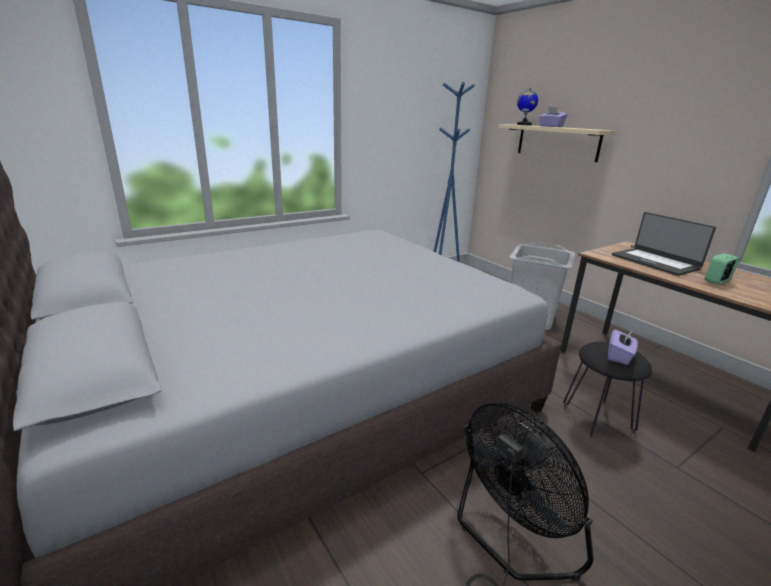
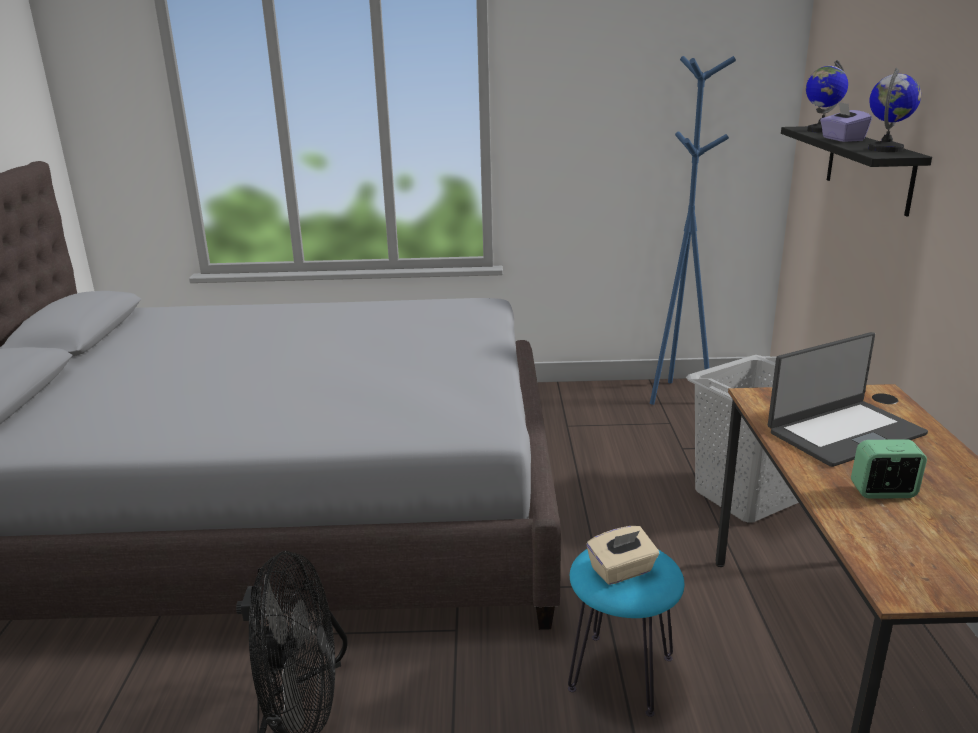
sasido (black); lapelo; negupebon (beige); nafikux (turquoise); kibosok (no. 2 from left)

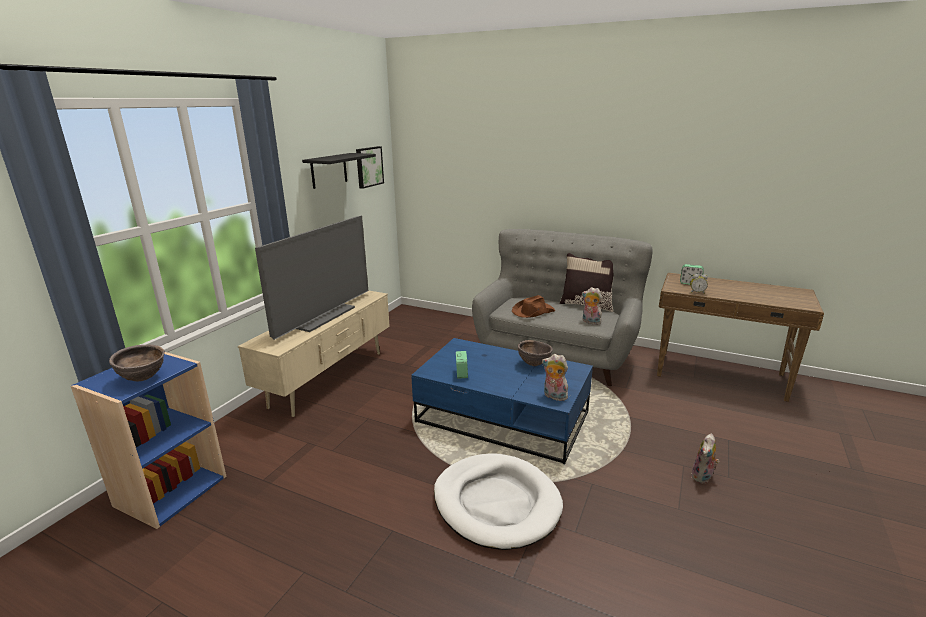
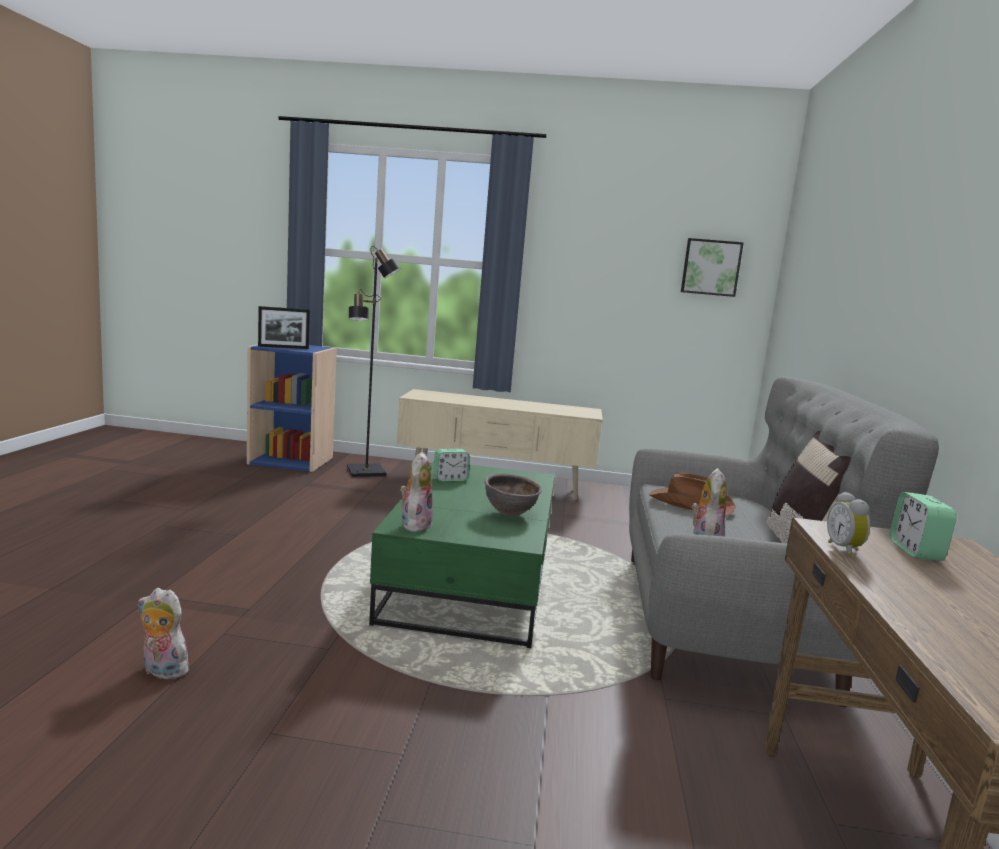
sasido (black); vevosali; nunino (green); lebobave; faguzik (no. 1 from left); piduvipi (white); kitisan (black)

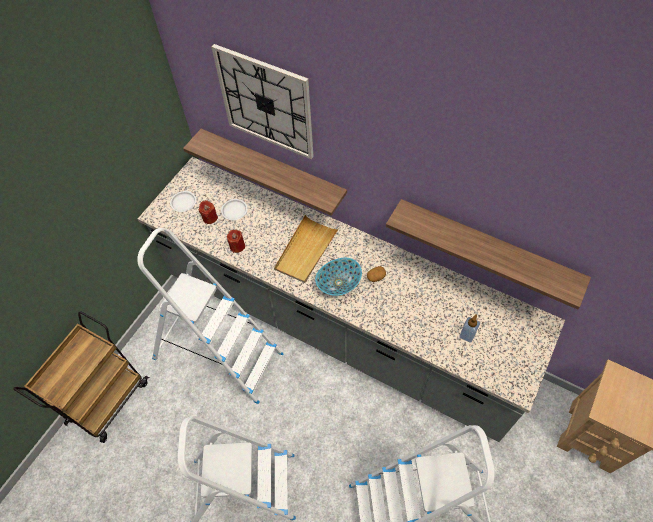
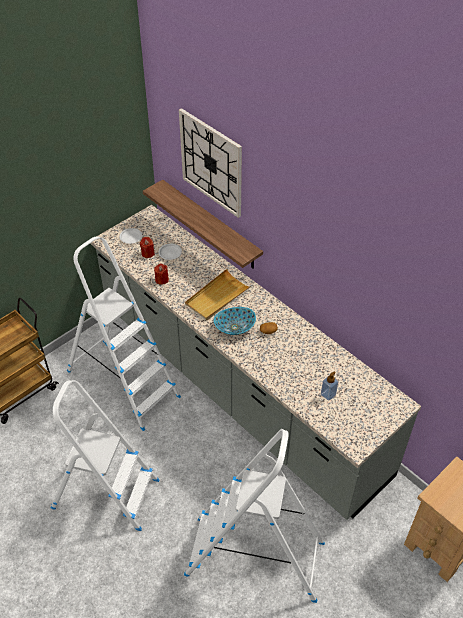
sasido (no. 2 from left in the first image)

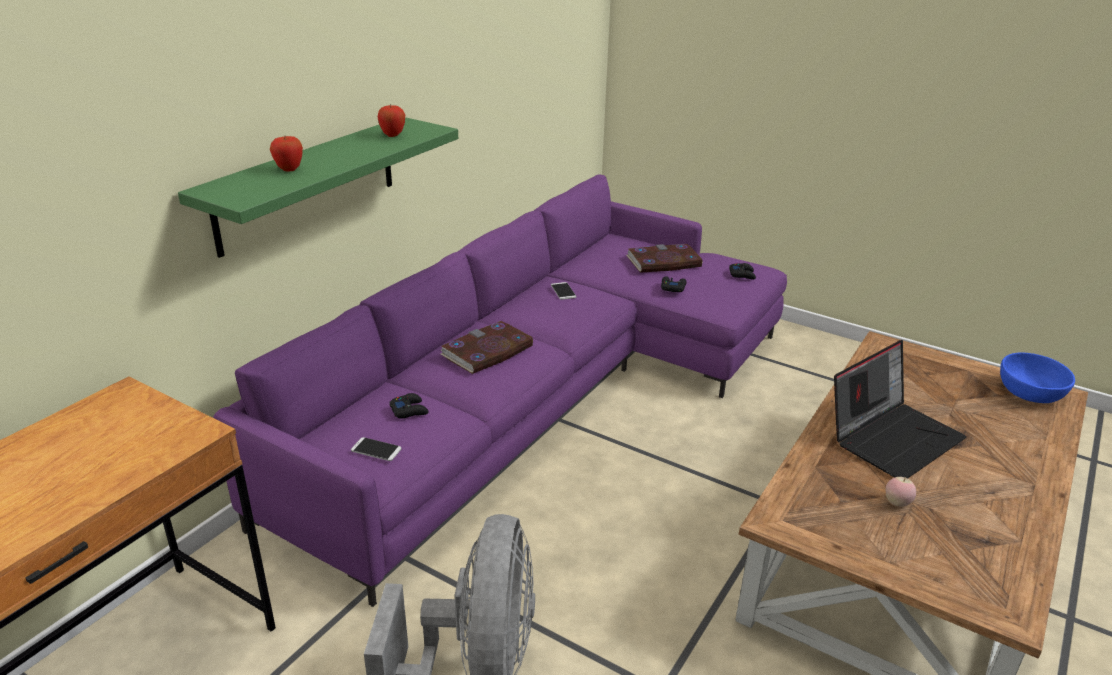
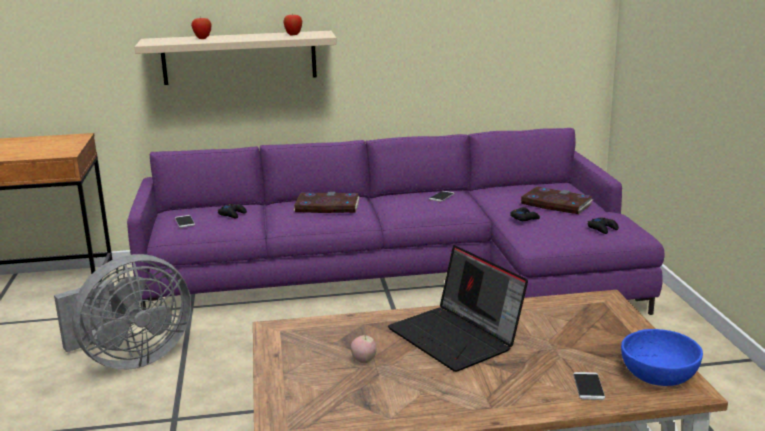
sasido (beige); lapelo; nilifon (no. 3 from left)

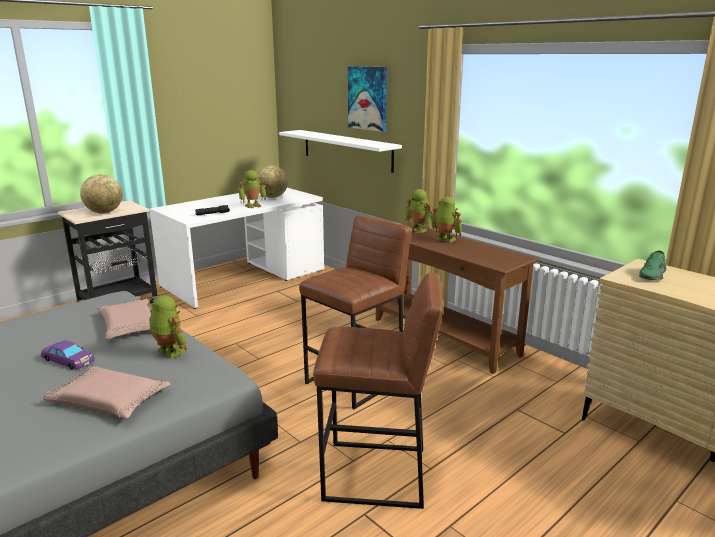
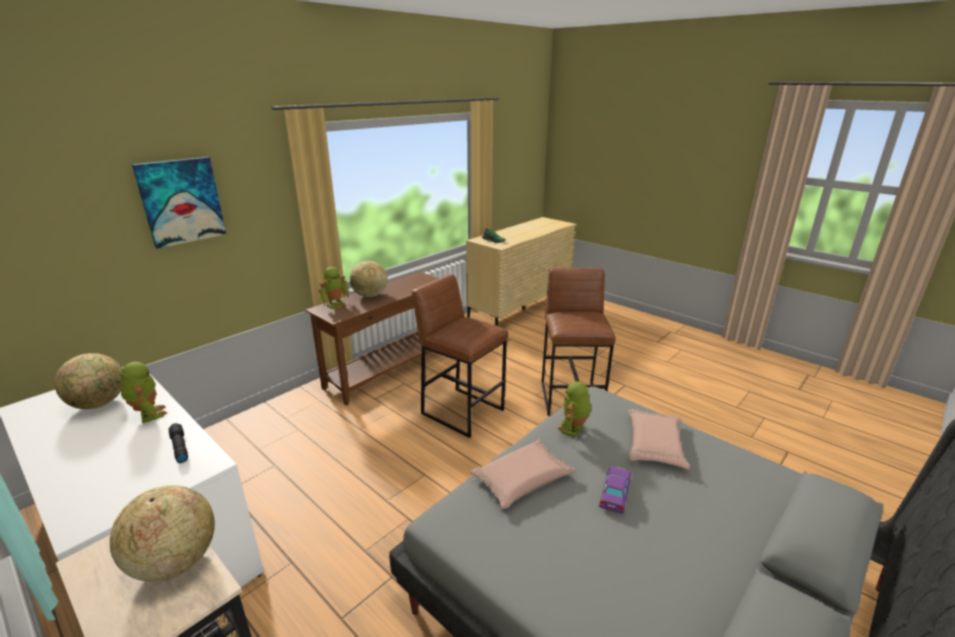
sasido (white); kibosok (no. 3 from left)

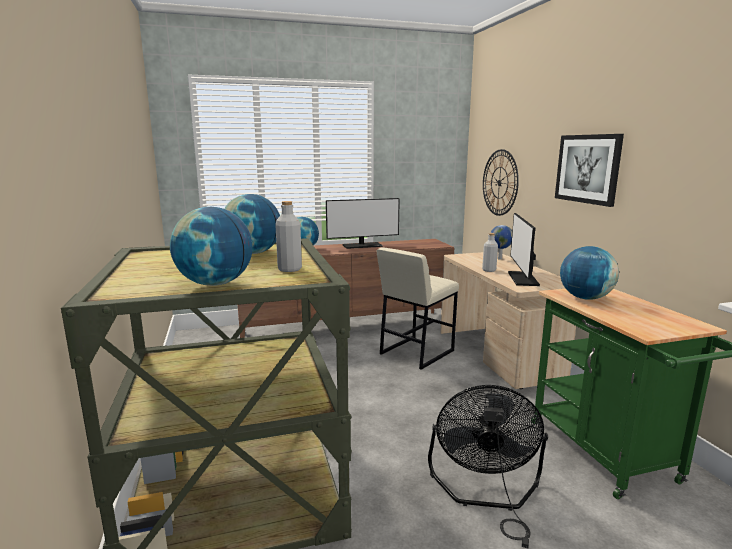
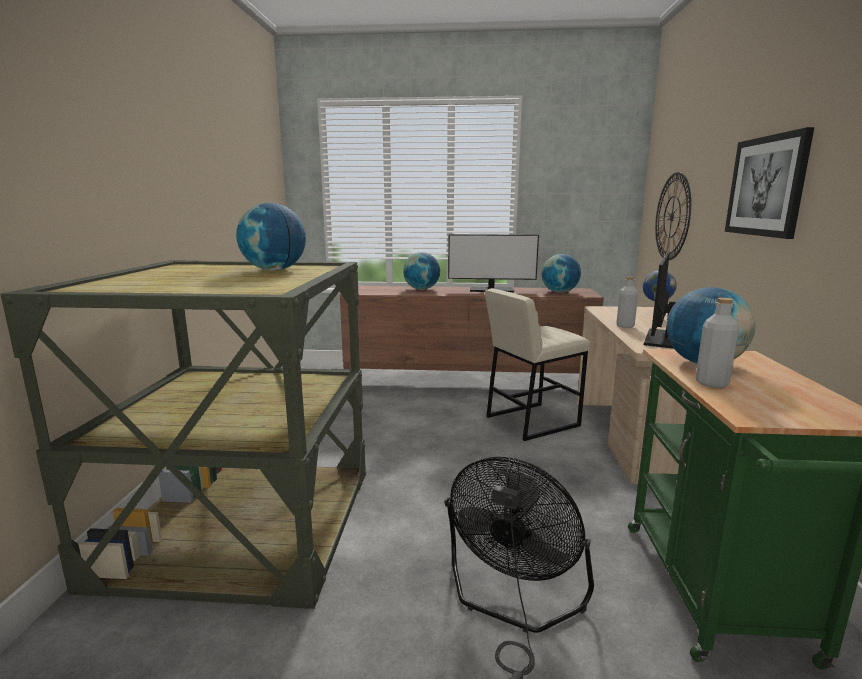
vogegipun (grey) (no. 2 from left); kibosok (no. 3 from left)

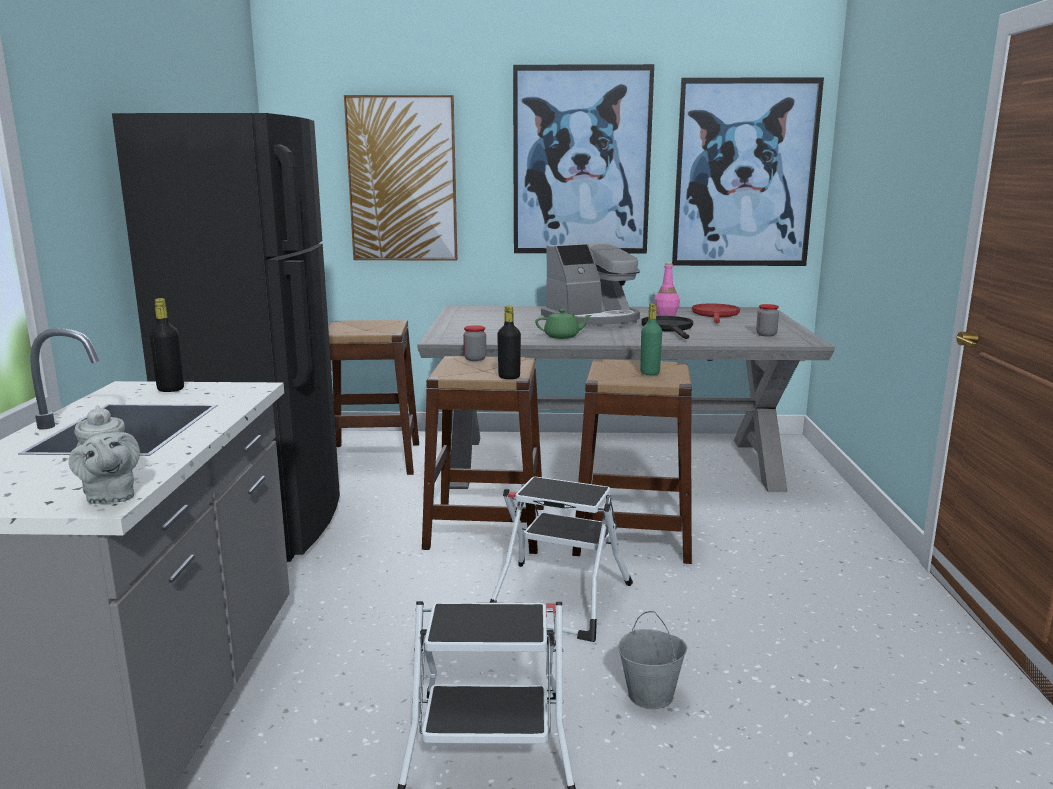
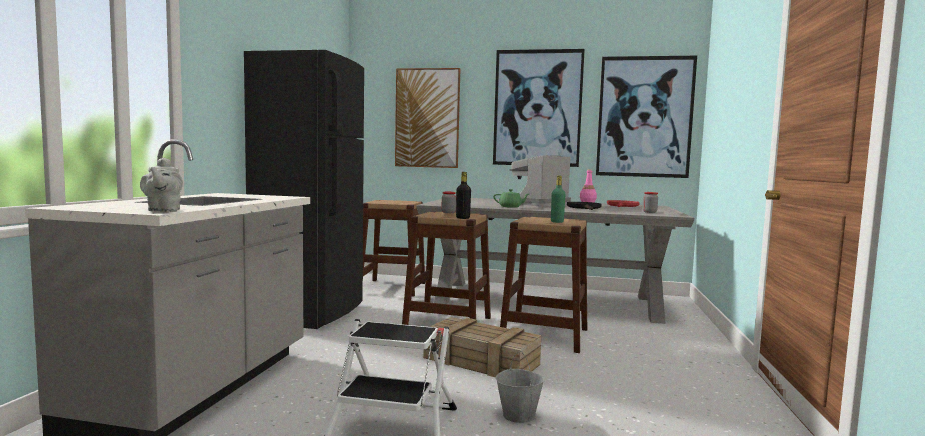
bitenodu; vogegipun (black) (no. 1 from left in the first image); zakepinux

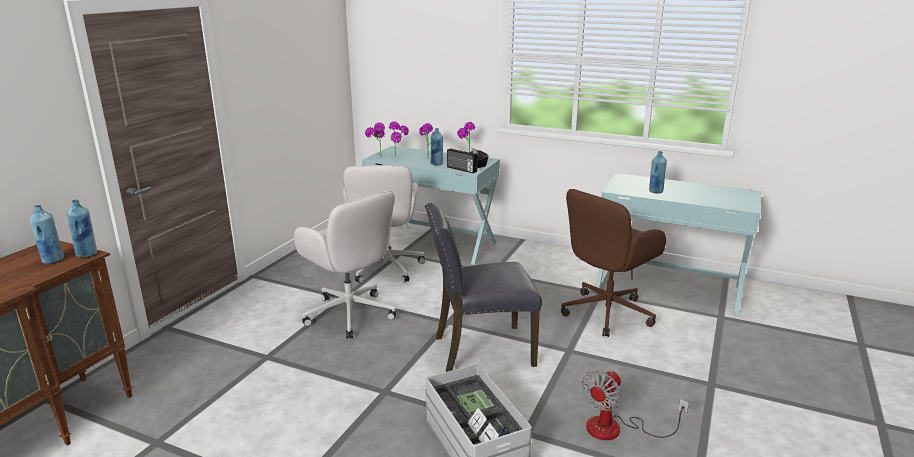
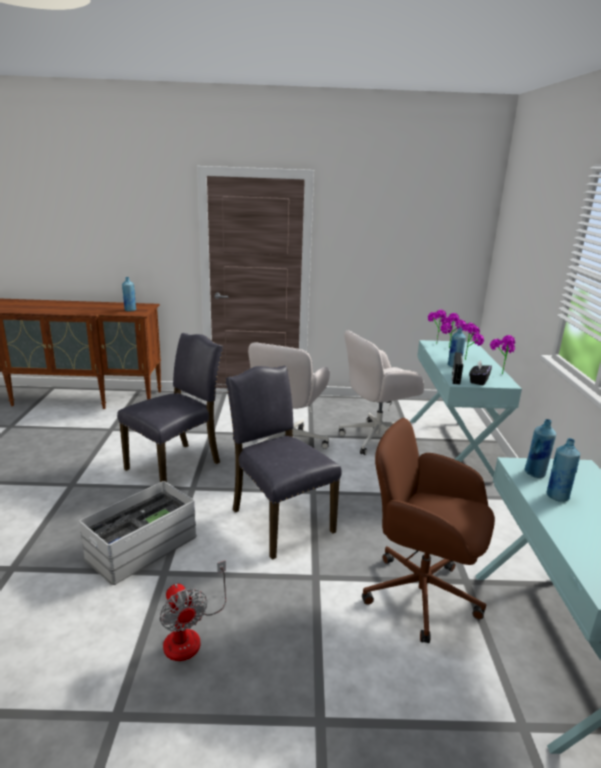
vogegipun (blue) (no. 3 from left); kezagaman; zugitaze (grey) (no. 1 from left)

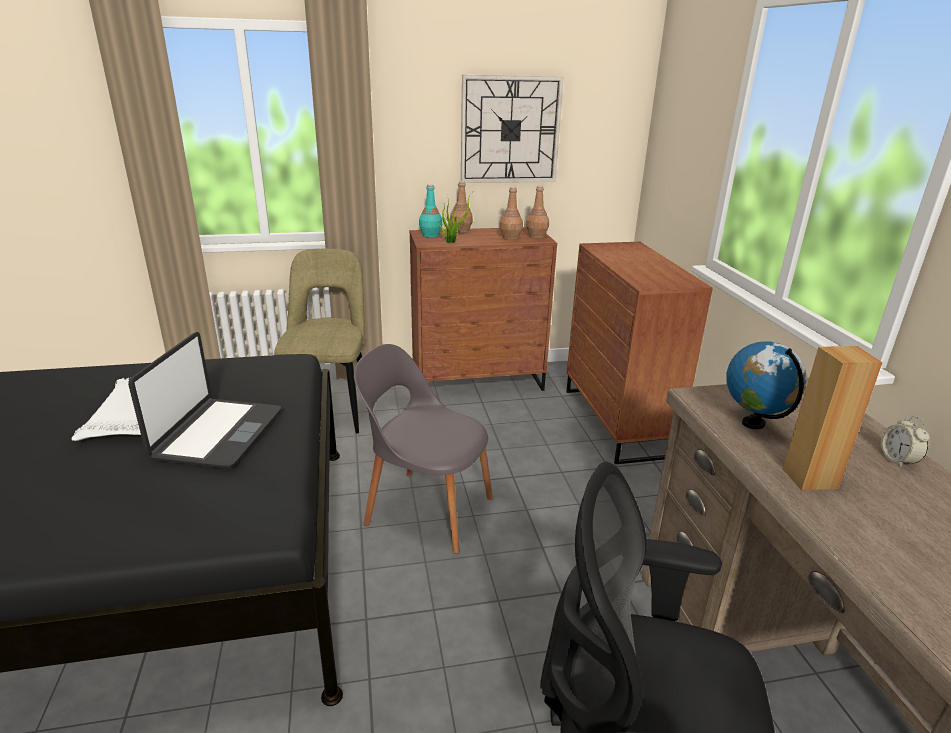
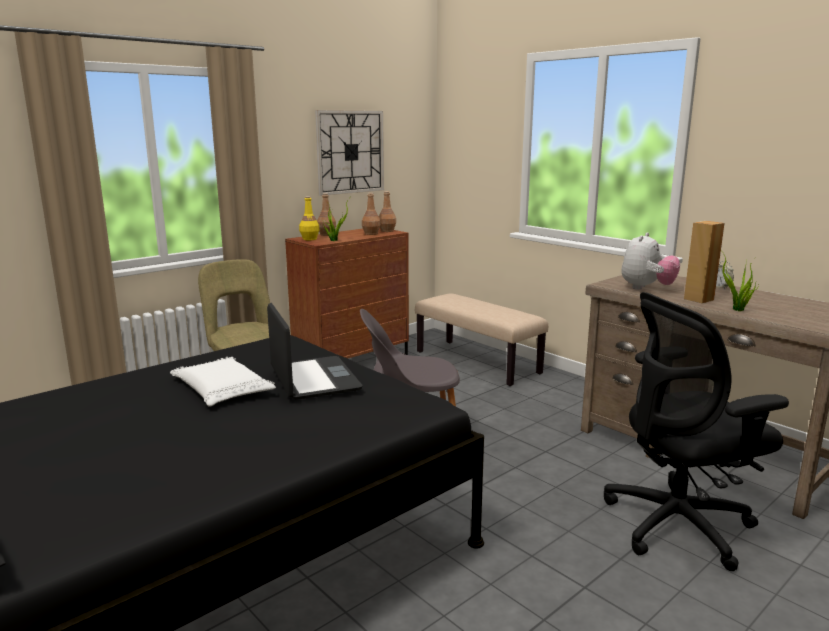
vogegipun (yellow); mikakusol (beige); faguzik; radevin (no. 2 from left)

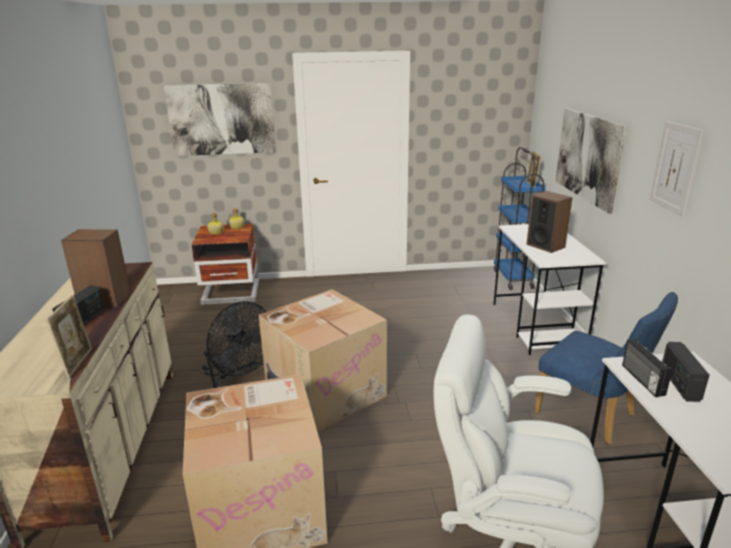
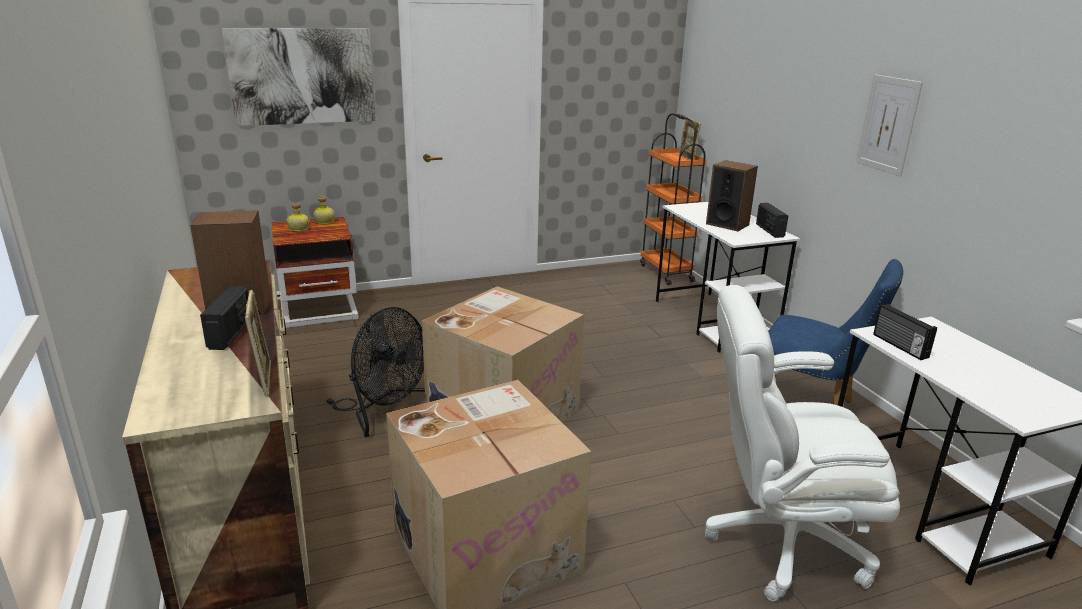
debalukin (no. 2 from left in the first image); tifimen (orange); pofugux (no. 2 from left)

